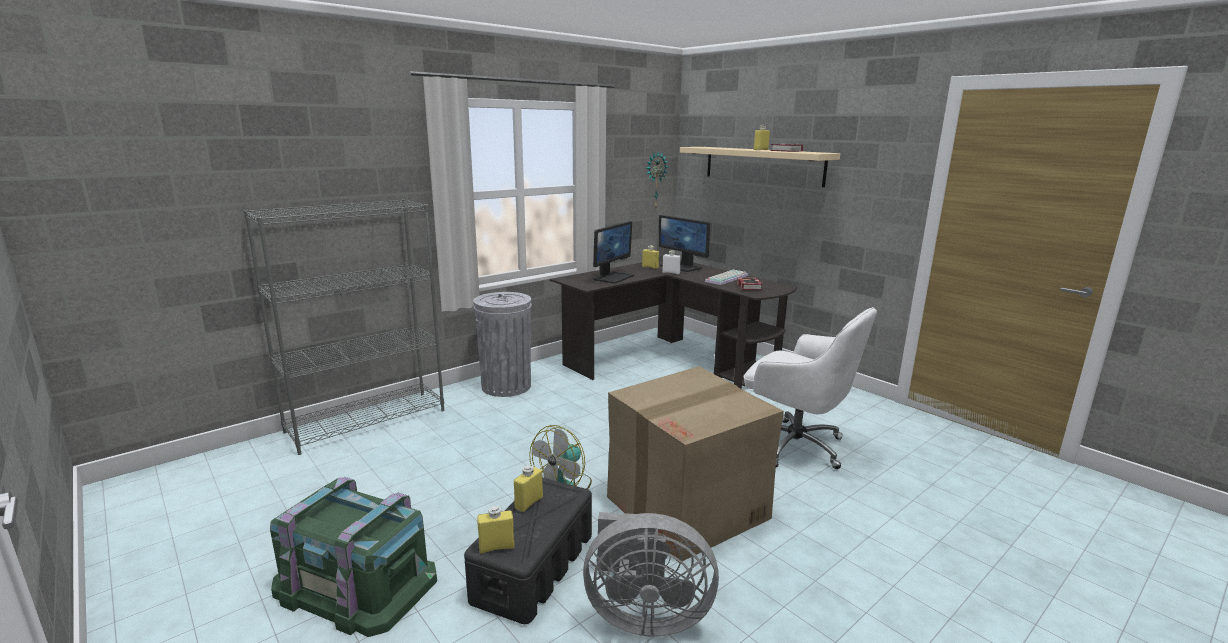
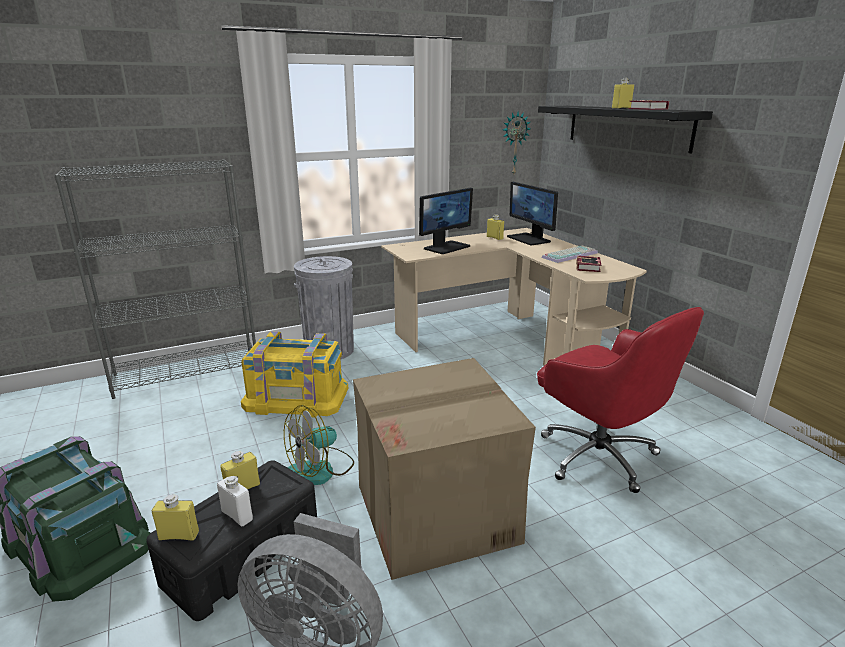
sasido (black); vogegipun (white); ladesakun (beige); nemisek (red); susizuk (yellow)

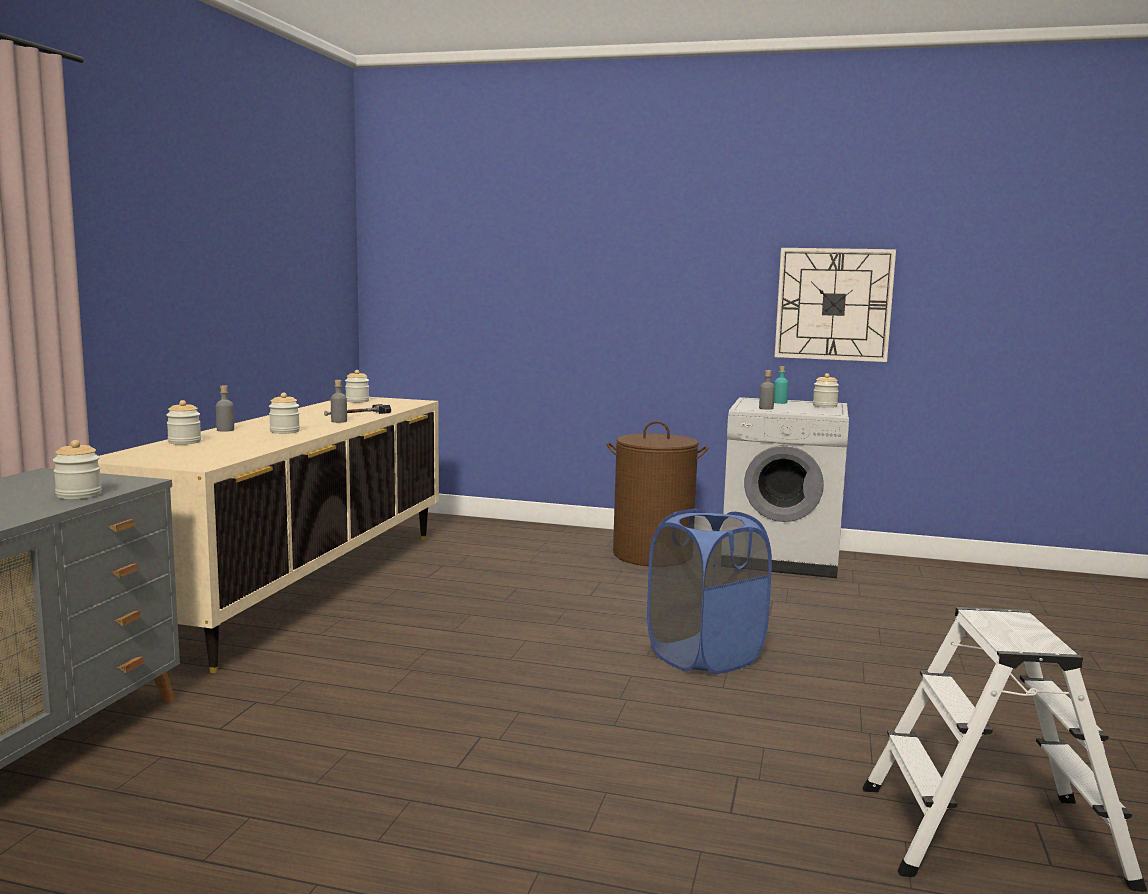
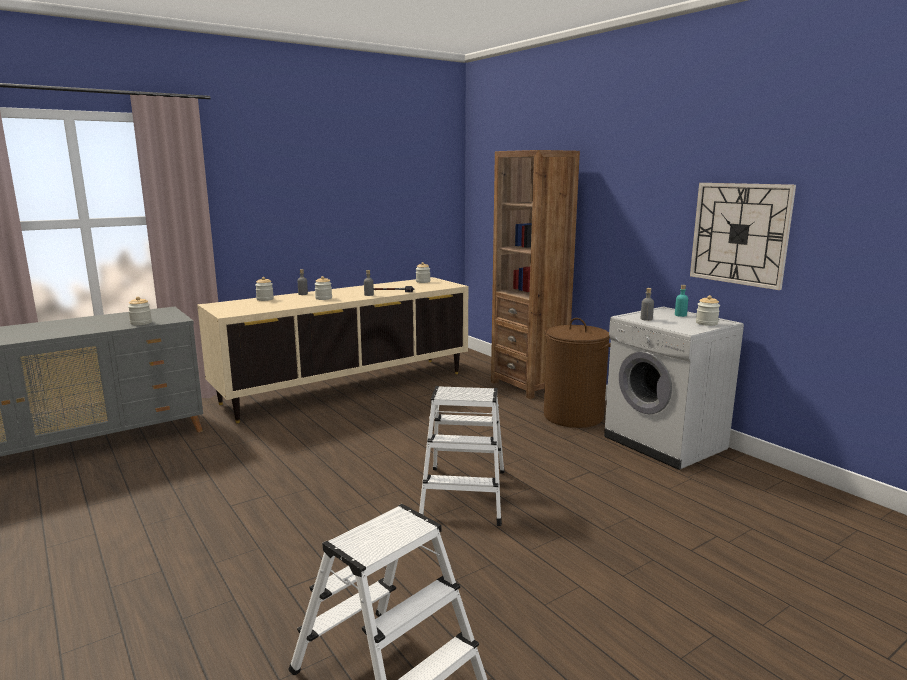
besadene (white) (no. 2 from left); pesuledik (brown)

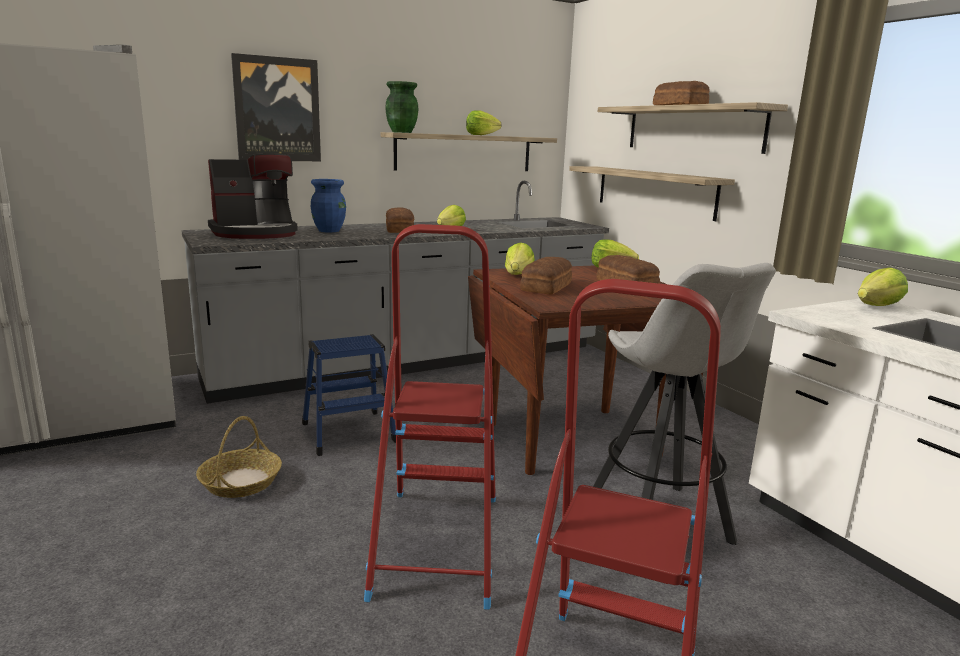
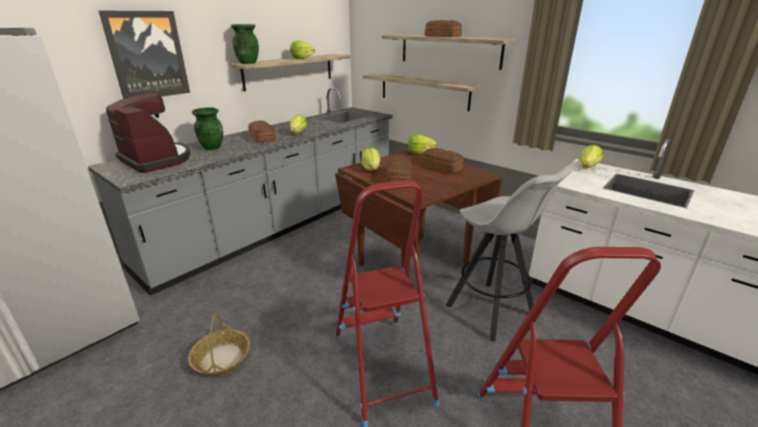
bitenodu; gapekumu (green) (no. 1 from left); besadene (blue)

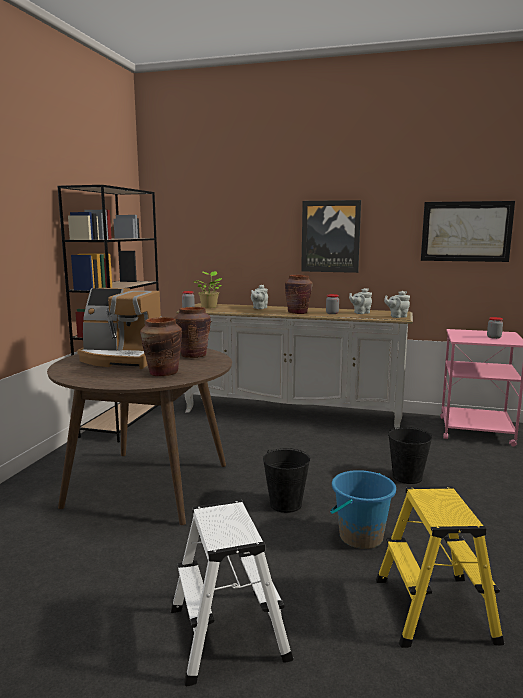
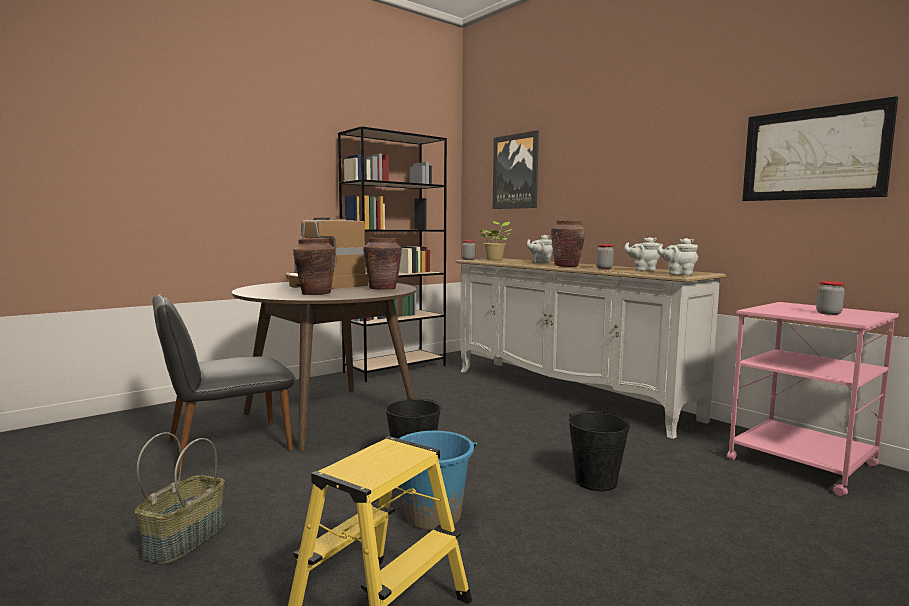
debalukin (no. 1 from left); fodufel; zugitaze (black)

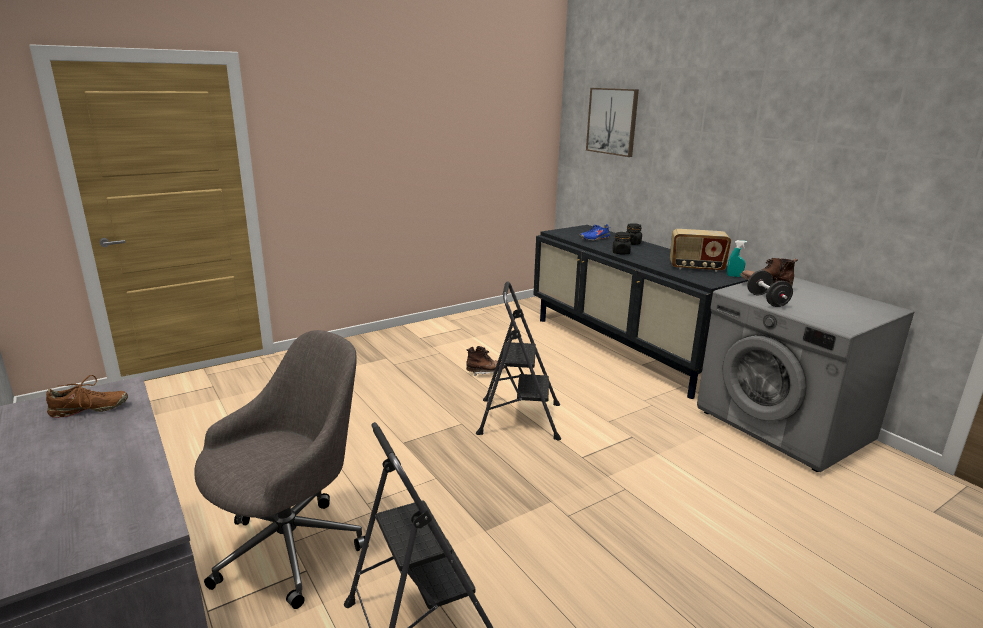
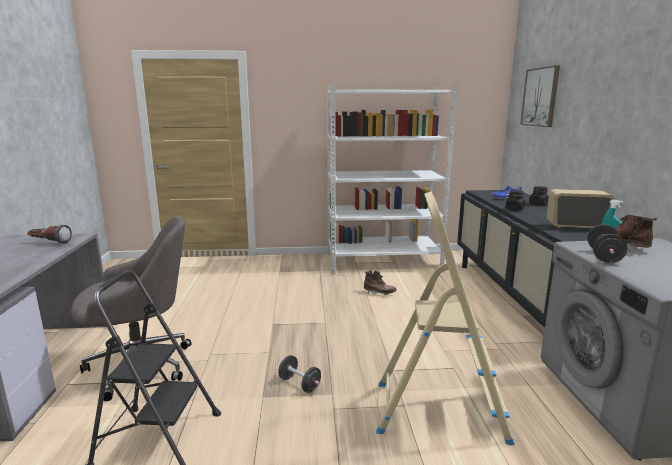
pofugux; besadene (black) (no. 2 from left in the first image); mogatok; pesuledik (white); besadene (beige); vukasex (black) (no. 1 from left)

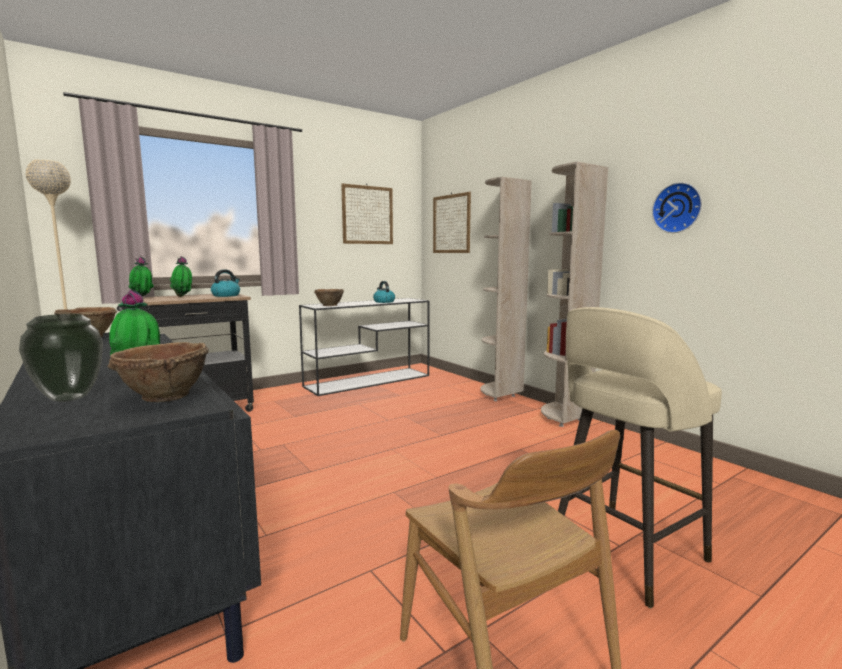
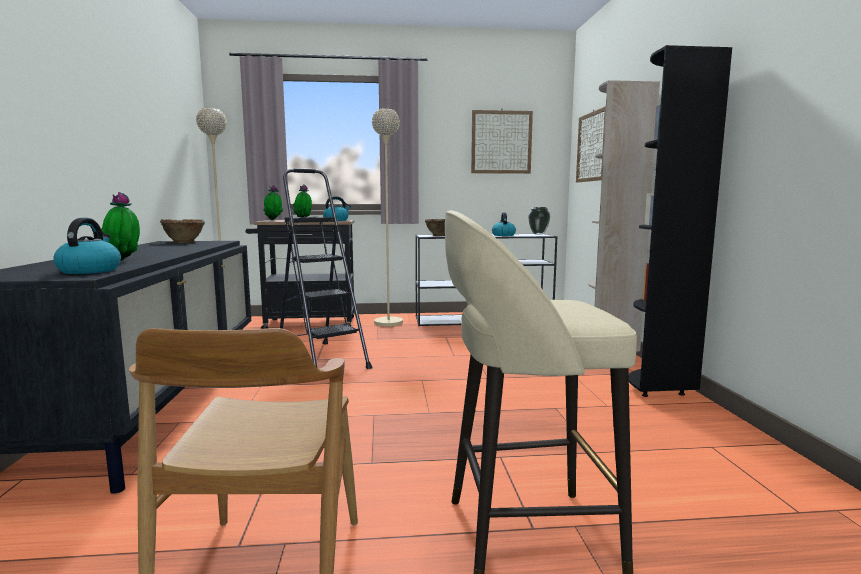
pesuledik (black); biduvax; gapekumu; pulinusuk (no. 1 from left); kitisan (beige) (no. 2 from left); besadene

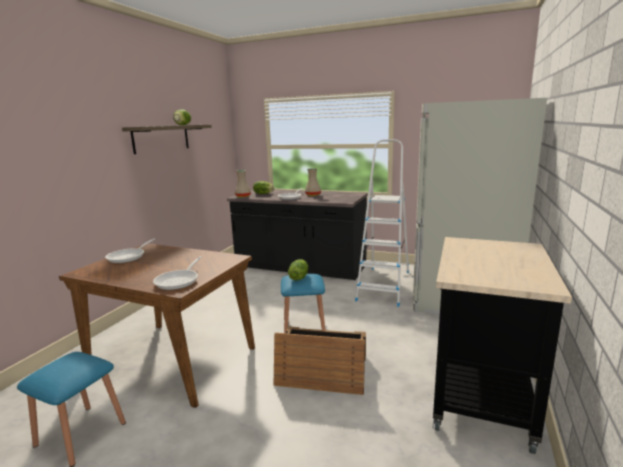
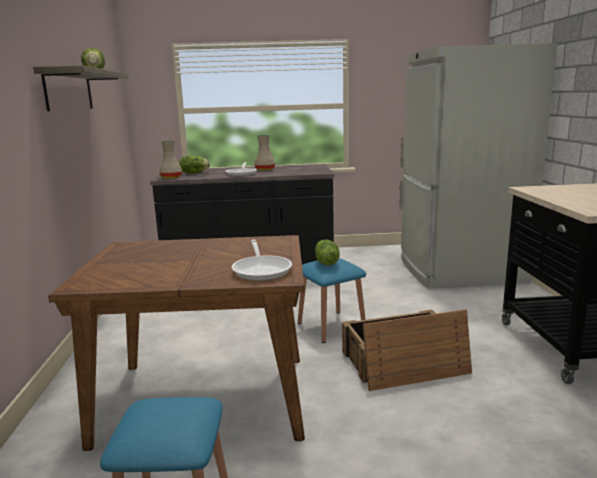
besadene (white); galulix (no. 1 from left in the first image)

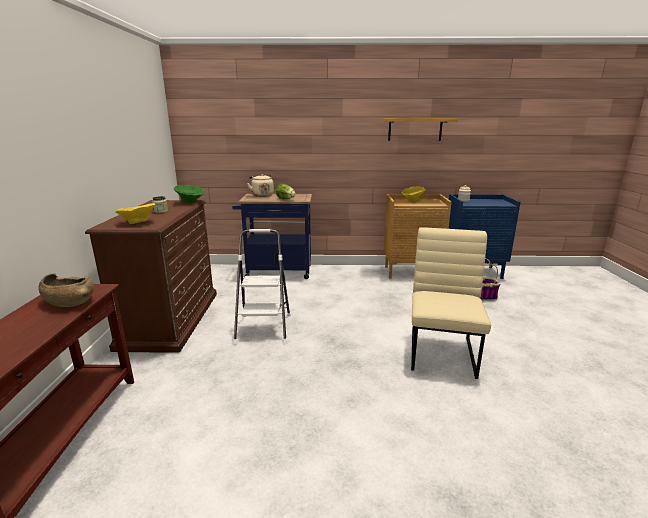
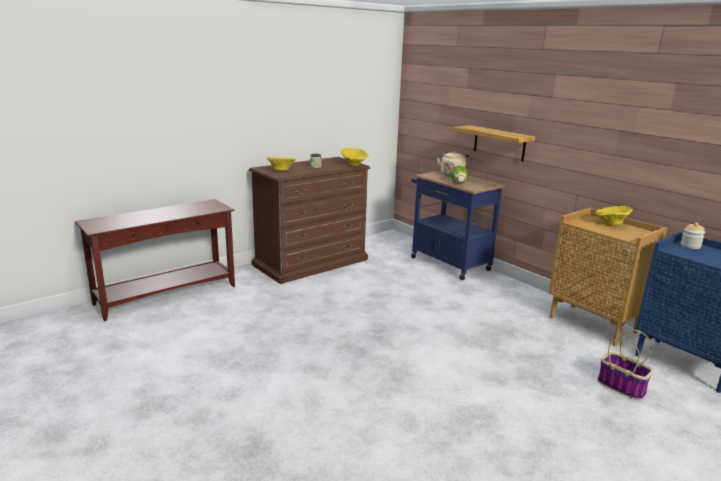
sasido; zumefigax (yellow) (no. 2 from left); zugitaze (beige); besadene (white); zumefigax (brown)

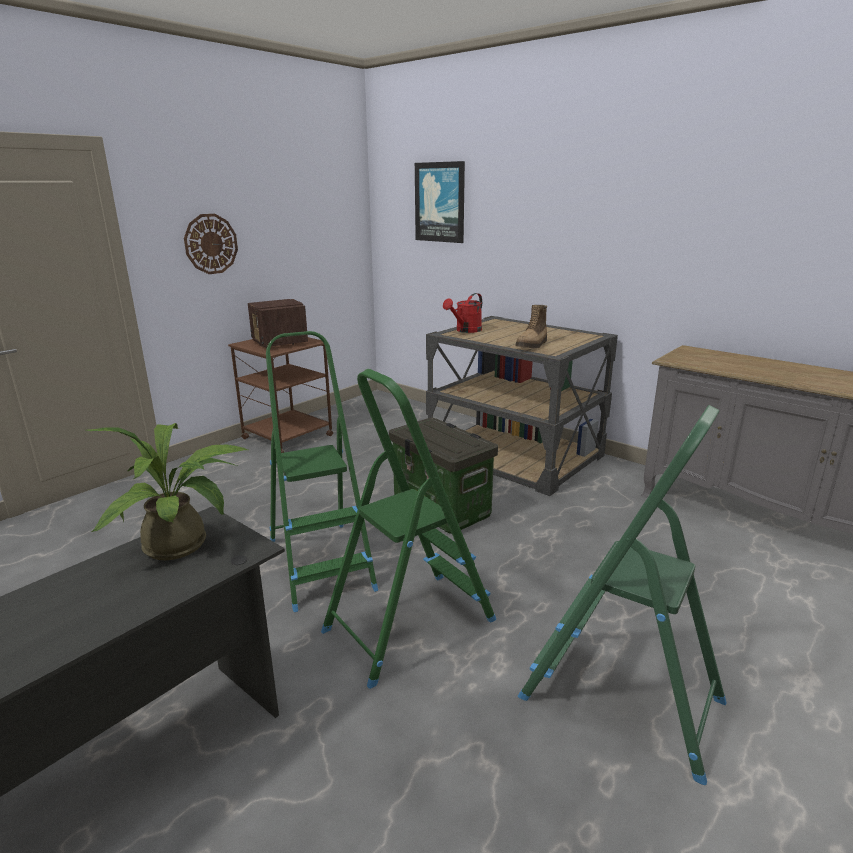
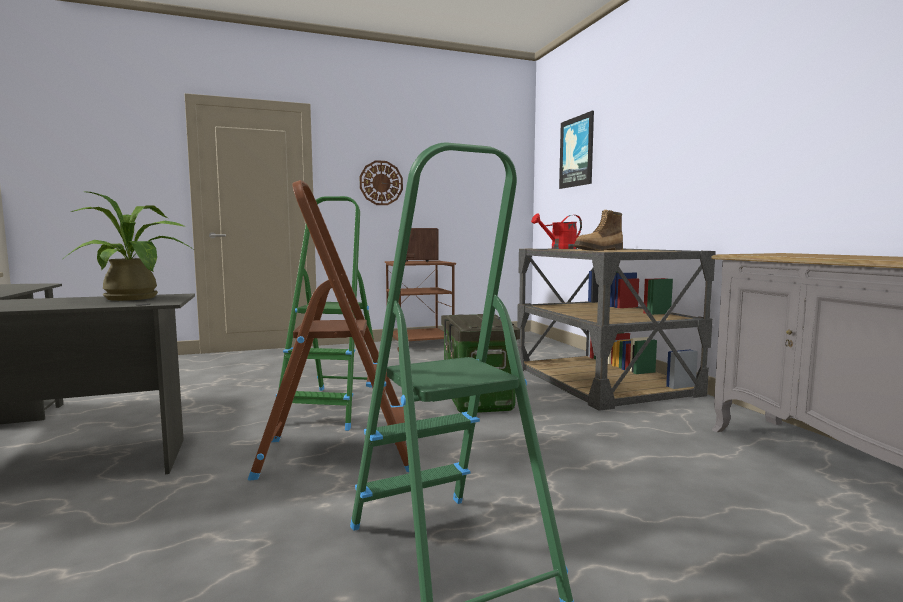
besadene (brown)

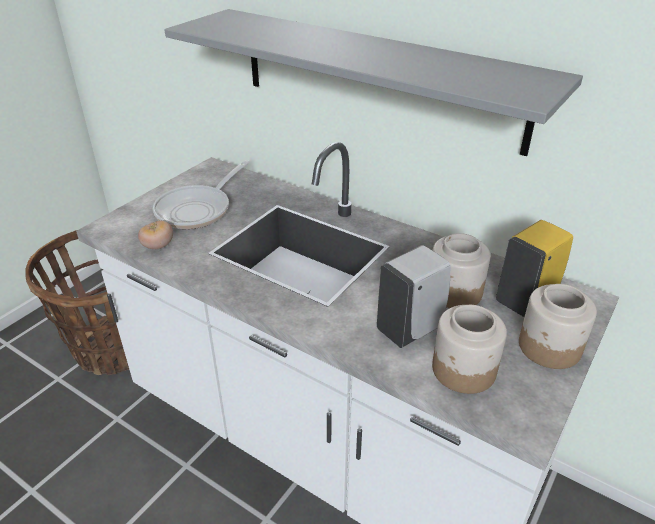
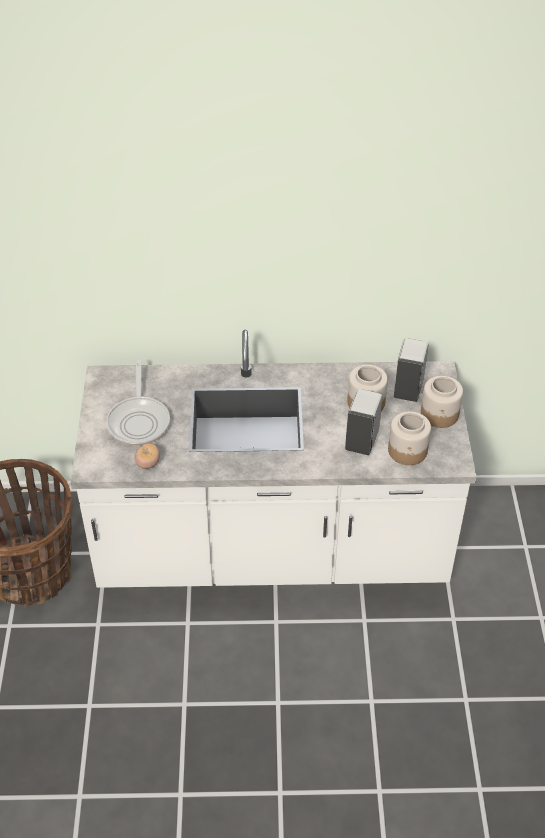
sasido (grey); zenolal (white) (no. 2 from left)

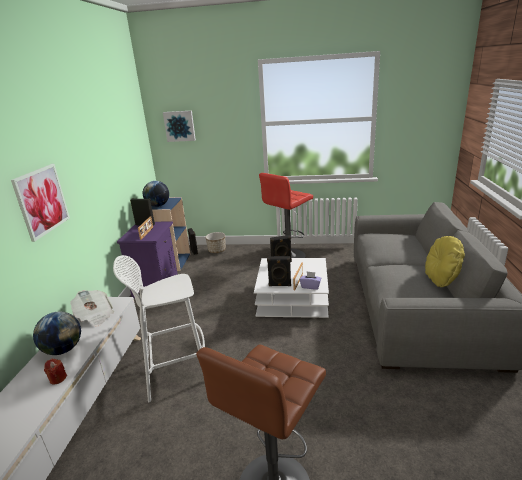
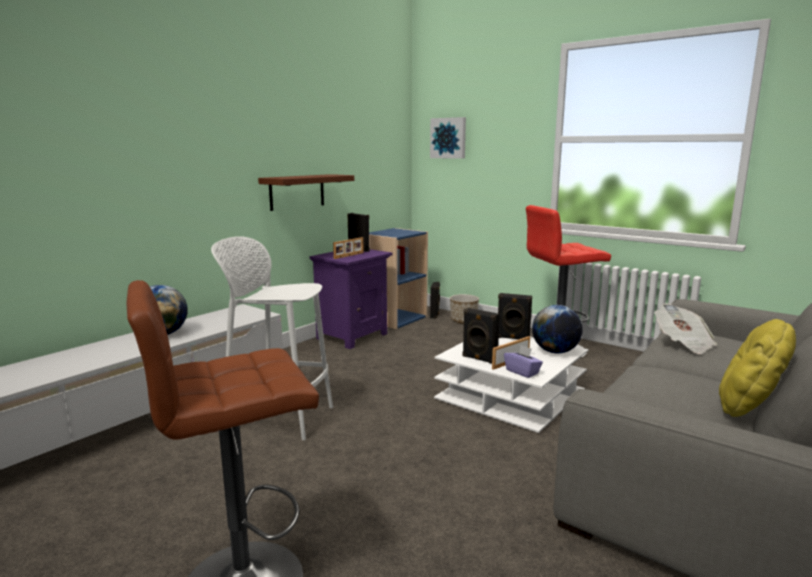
debalukin (no. 1 from left in the first image); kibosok (no. 2 from left); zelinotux; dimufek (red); sasido (brown)

